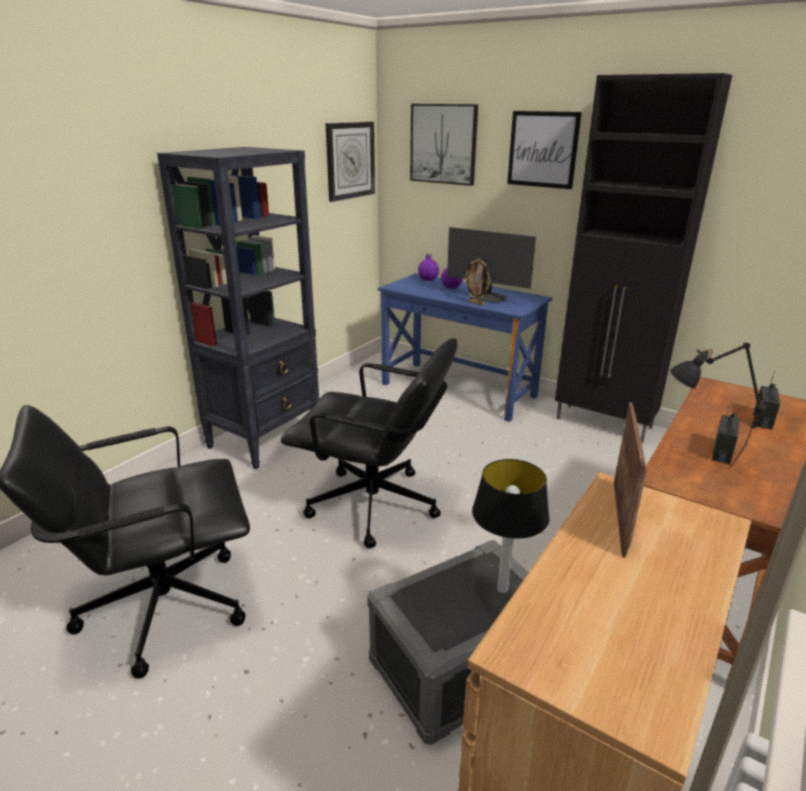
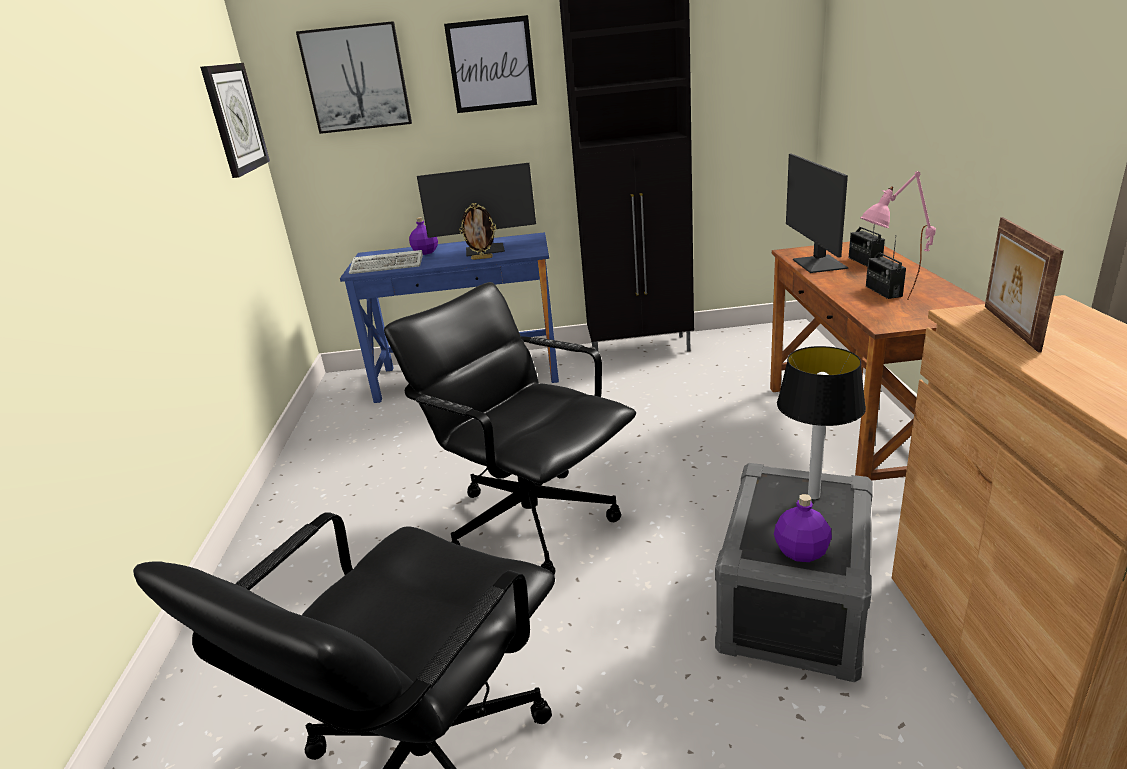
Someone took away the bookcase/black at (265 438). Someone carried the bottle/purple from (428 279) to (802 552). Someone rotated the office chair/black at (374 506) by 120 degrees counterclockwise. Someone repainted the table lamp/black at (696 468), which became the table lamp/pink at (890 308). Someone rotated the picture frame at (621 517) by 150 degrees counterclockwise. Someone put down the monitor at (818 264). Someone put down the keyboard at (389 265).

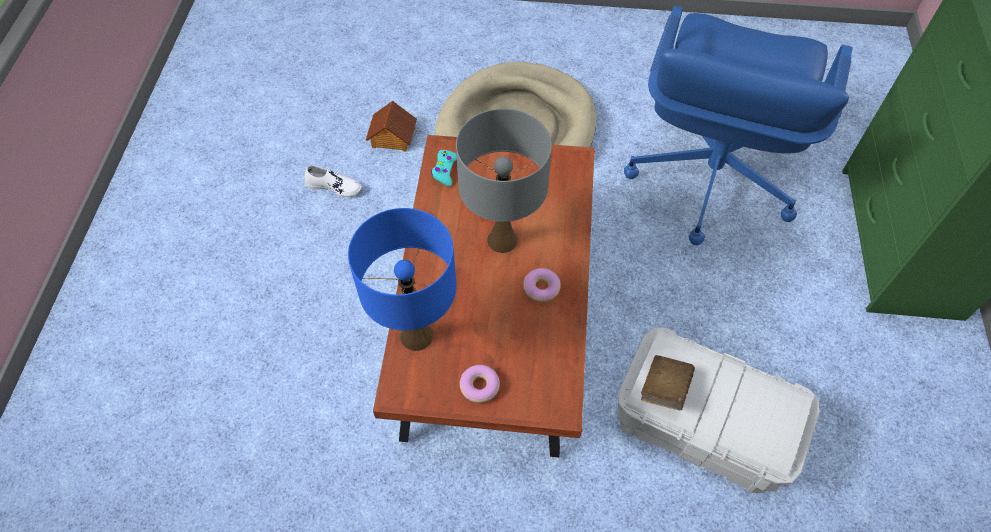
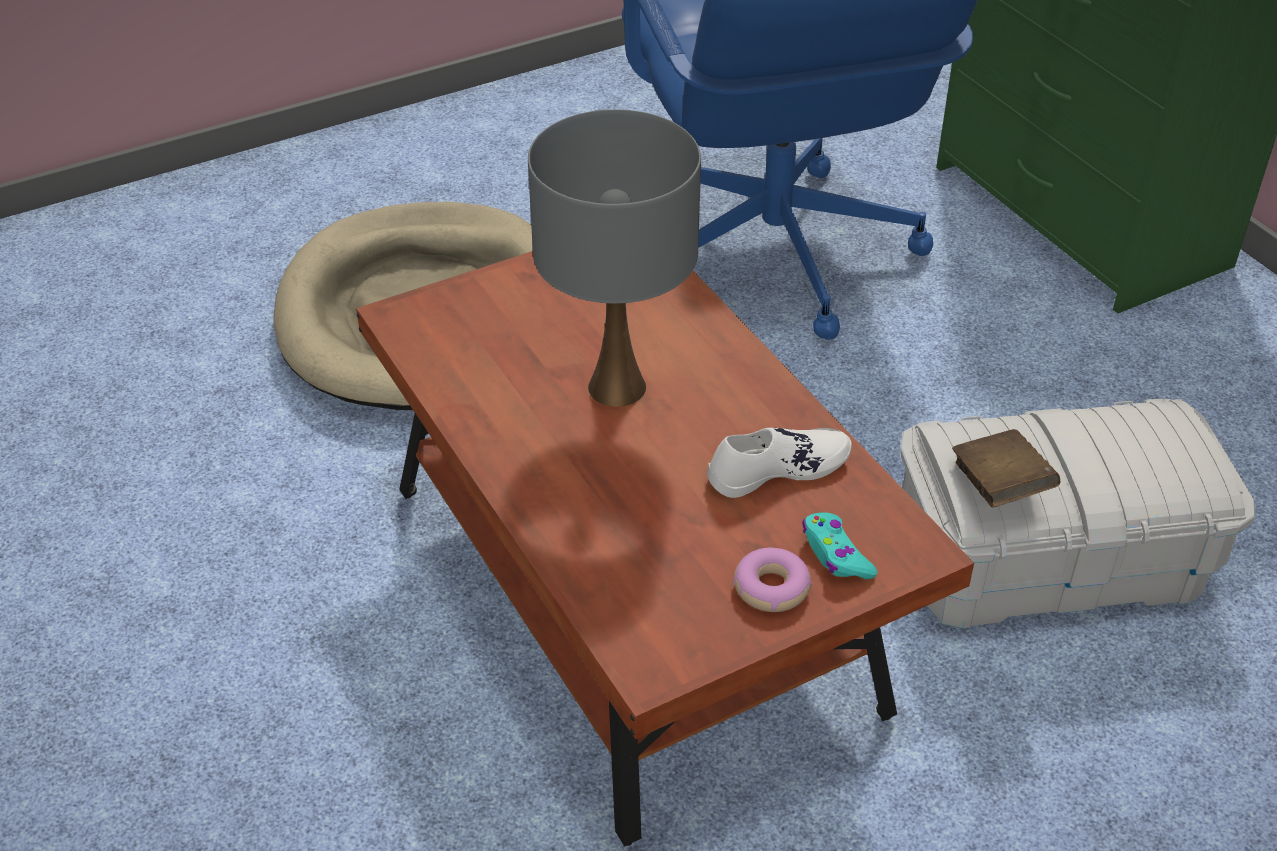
Someone took away the toy house at (392 137). Someone carried the game controller/turquoise from (445 170) to (835 554). Someone carried the shoe/white from (334 186) to (778 469). Someone took away the table lamp/blue at (416 335). Someone took away the donut at (541 288).

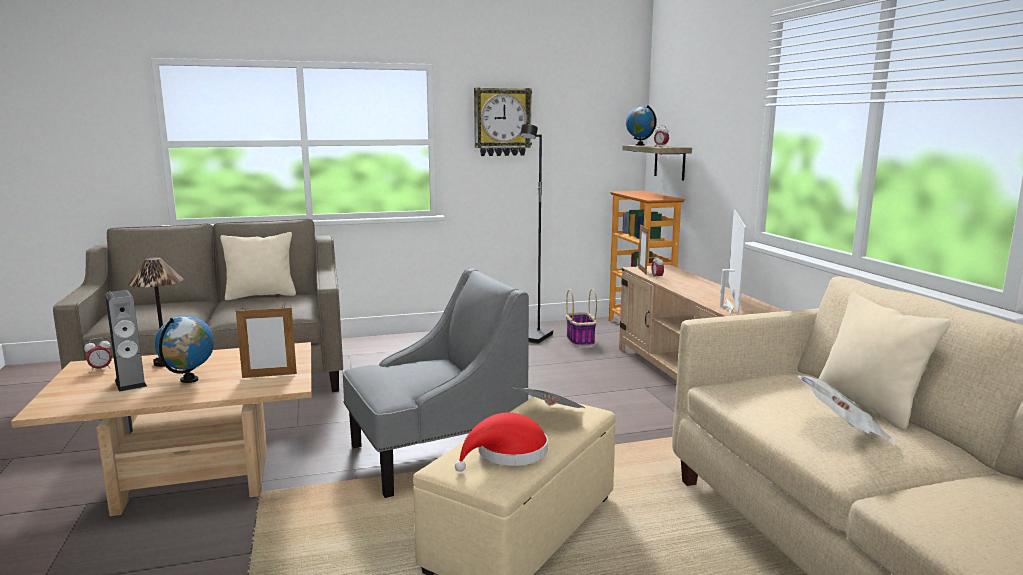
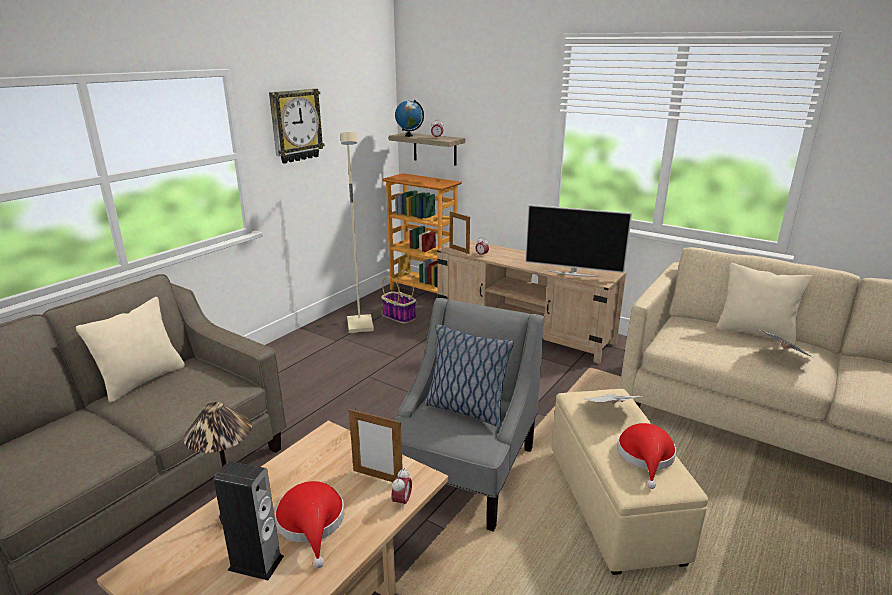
Someone repainted the floor lamp/black at (534 338), which became the floor lamp/beige at (361 325). Someone rotated the television at (726 306) by 135 degrees clockwise. Someone rotated the picture frame at (269 375) by 75 degrees clockwise. Someone swapped the globe at (189 380) for the hat/red at (312 523). Someone carried the alarm clock from (100 369) to (402 502). Someone put down the pillow at (465 409).

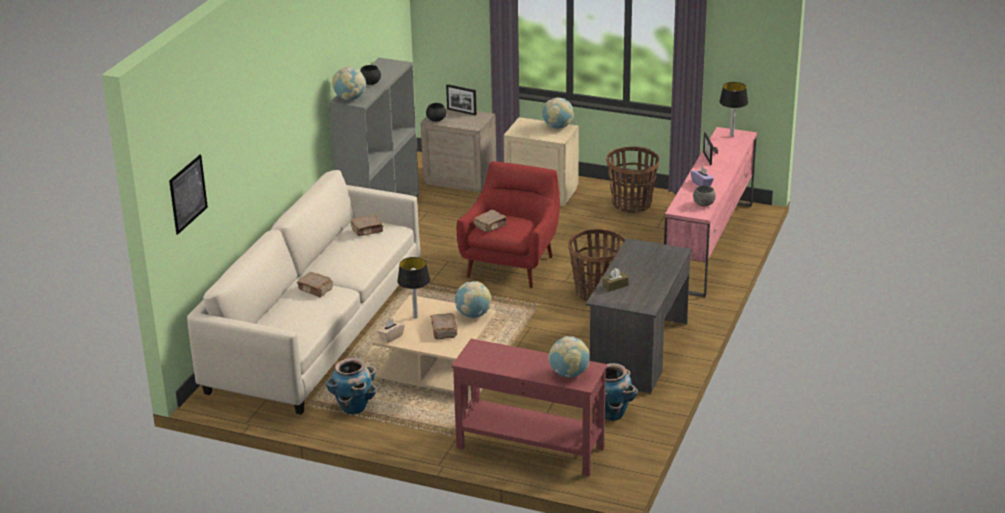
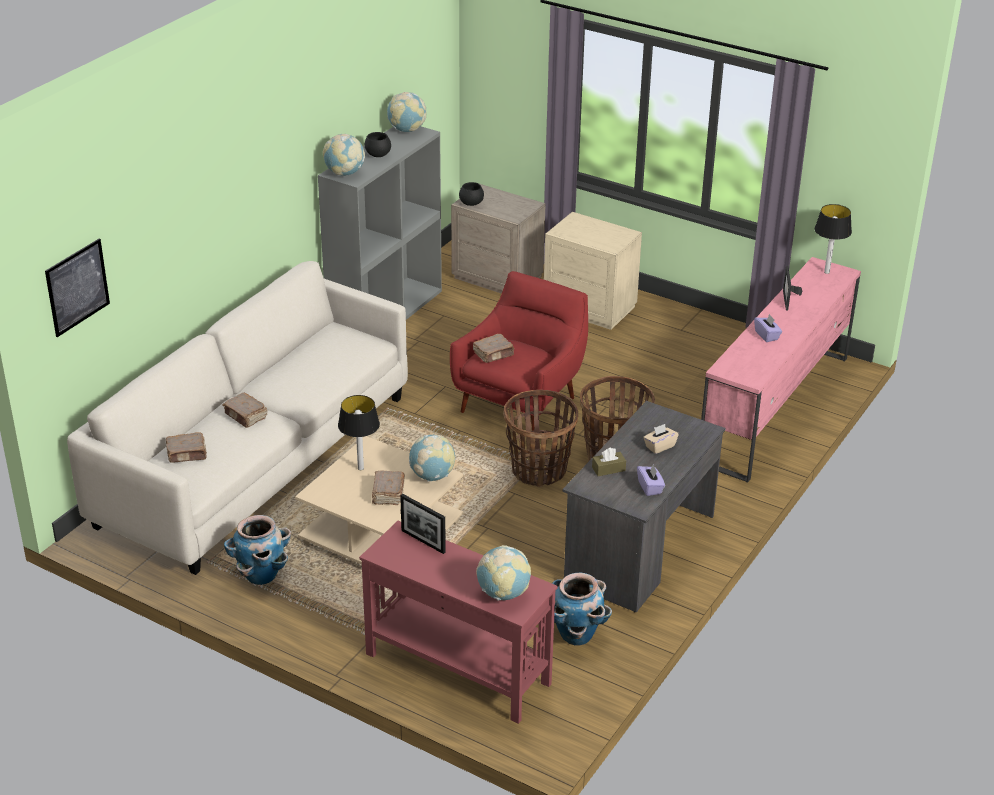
Someone carried the picture frame from (461 112) to (423 541). Someone carried the globe from (557 127) to (407 130). Someone carried the basket from (631 204) to (539 470). Someone took away the bowl/grey at (703 204). Someone carried the book/brown from (367 230) to (187 454). Someone carried the tissue box/beige from (391 337) to (659 446). Someone put down the tissue box/purple at (650 487).

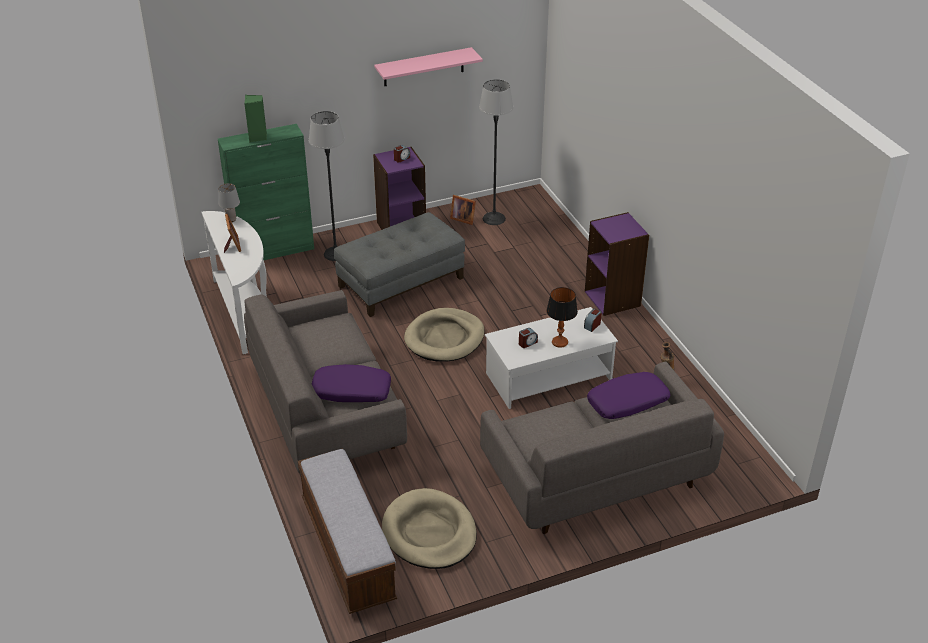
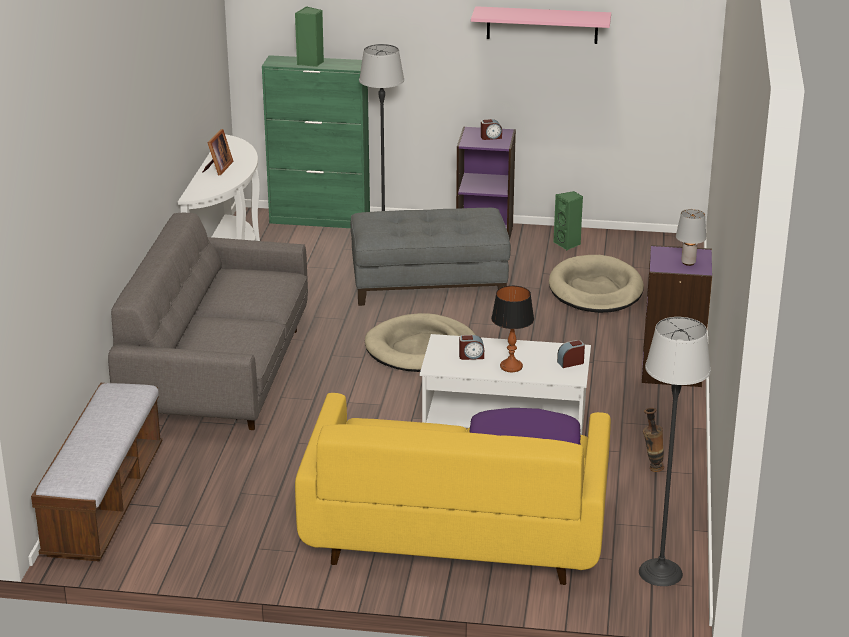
Someone carried the floor lamp from (493 218) to (660 572). Someone carried the table lamp/grey from (231 219) to (688 262). Someone swapped the picture frame at (462 218) for the speaker/green at (568 244). Someone repainted the sofa/grey at (595 475), which became the sofa/yellow at (455 531). Someone took away the pillow/purple at (351 392). Someone carried the dog bed/beige from (429 532) to (595 290).

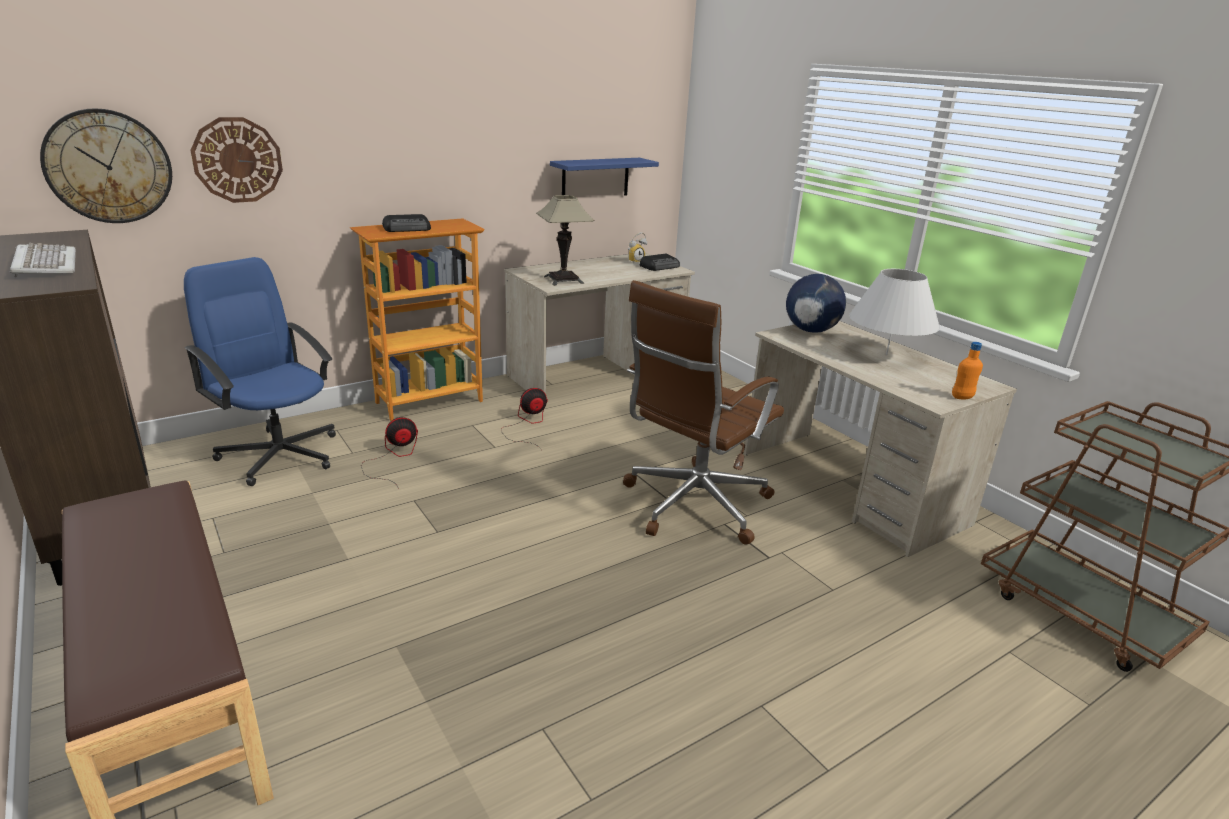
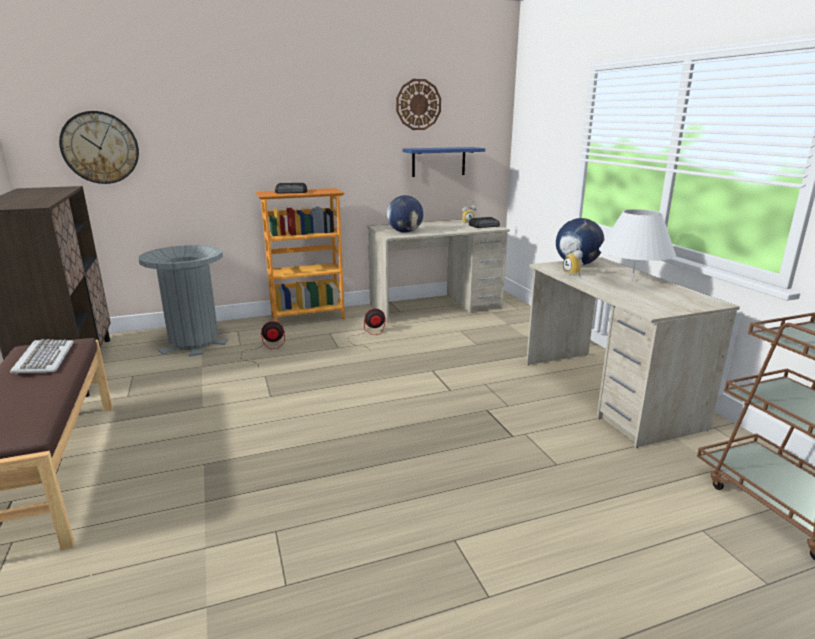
Someone carried the wall clock from (237 160) to (418 104). Someone swapped the table lamp at (563 280) for the globe at (405 232). Someone carried the keyboard from (44 264) to (44 359). Someone swapped the office chair/blue at (280 454) for the trash can/grey at (194 342). Someone took away the office chair/brown at (693 505). Someone took away the bottle/orange at (962 397). Someone put down the alarm clock at (574 274).

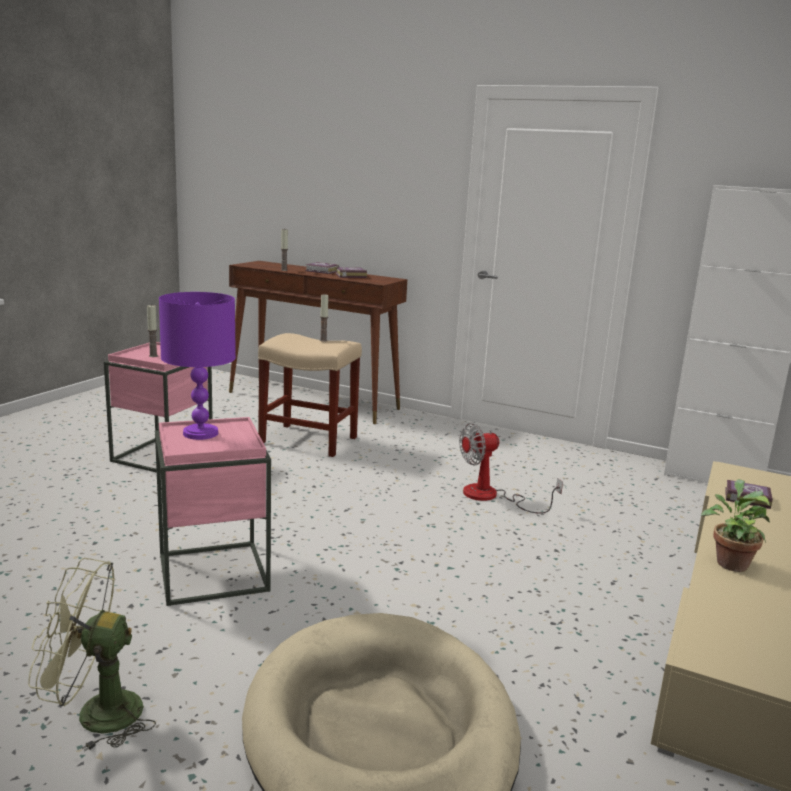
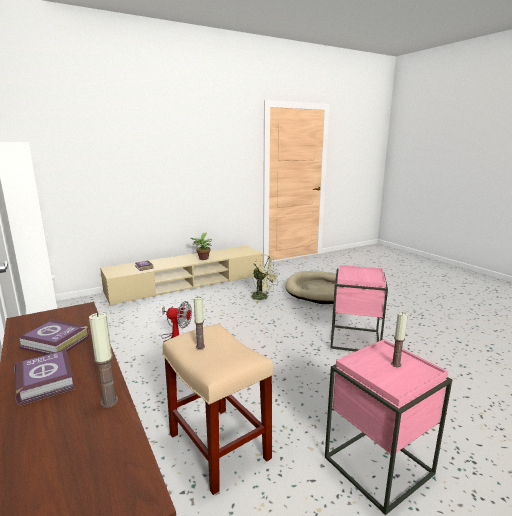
Someone took away the table lamp/purple at (199 433). Someone carried the fan/green from (95 714) to (263 297).

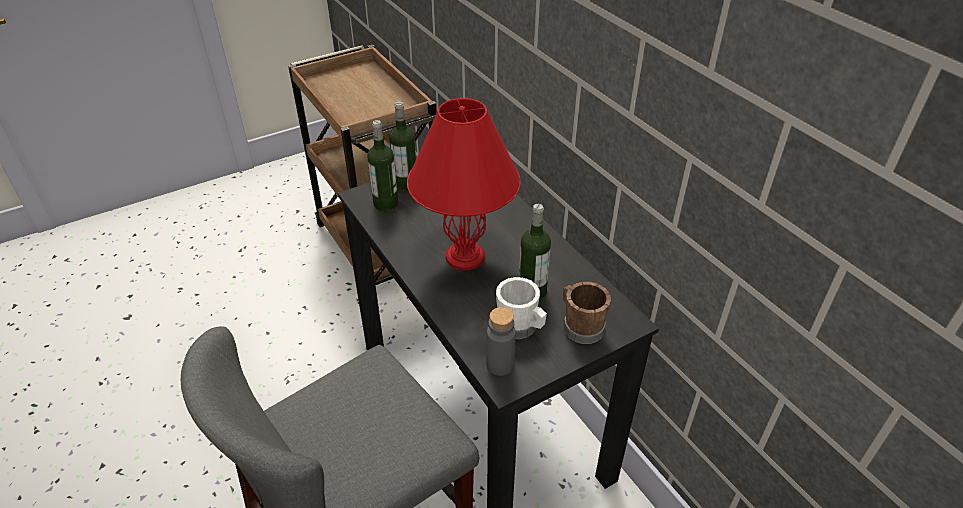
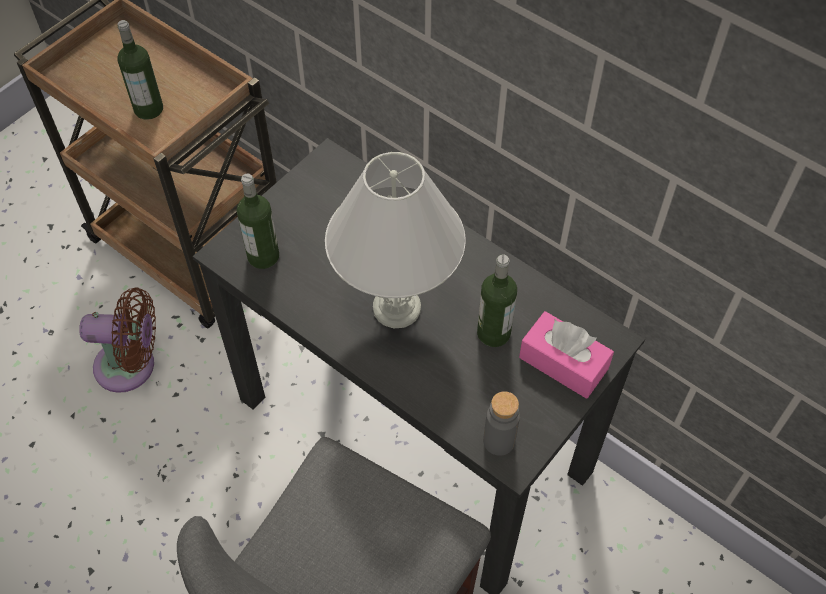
Someone repainted the table lamp/red at (466 257), which became the table lamp/white at (398 308). Someone carried the bottle from (406 183) to (148 109). Someone took away the mug/white at (520 327). Someone swapped the mug/brown at (580 326) for the tissue box/pink at (563 363). Someone put down the fan/brown at (131 366).

